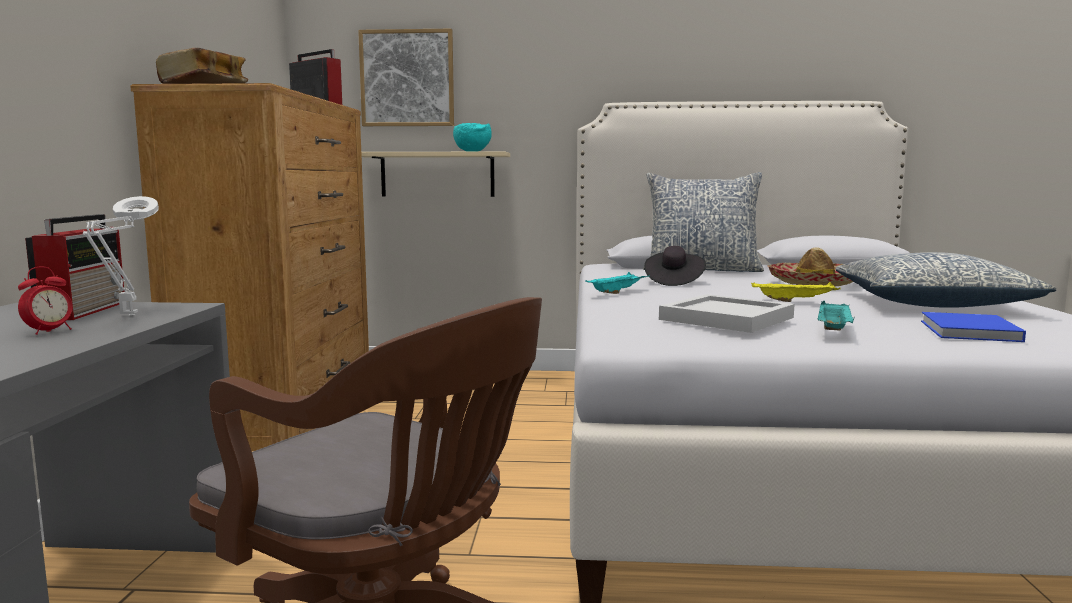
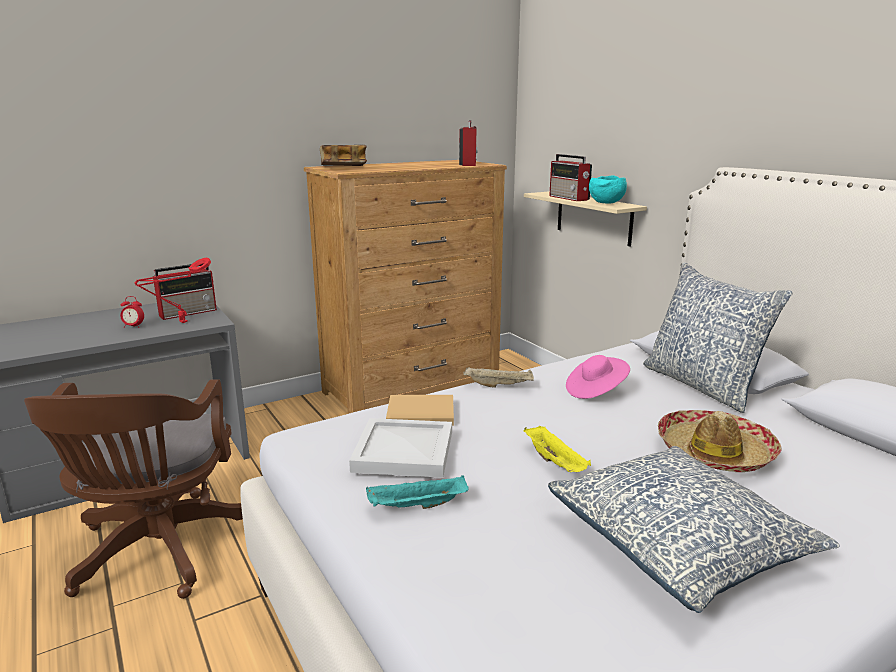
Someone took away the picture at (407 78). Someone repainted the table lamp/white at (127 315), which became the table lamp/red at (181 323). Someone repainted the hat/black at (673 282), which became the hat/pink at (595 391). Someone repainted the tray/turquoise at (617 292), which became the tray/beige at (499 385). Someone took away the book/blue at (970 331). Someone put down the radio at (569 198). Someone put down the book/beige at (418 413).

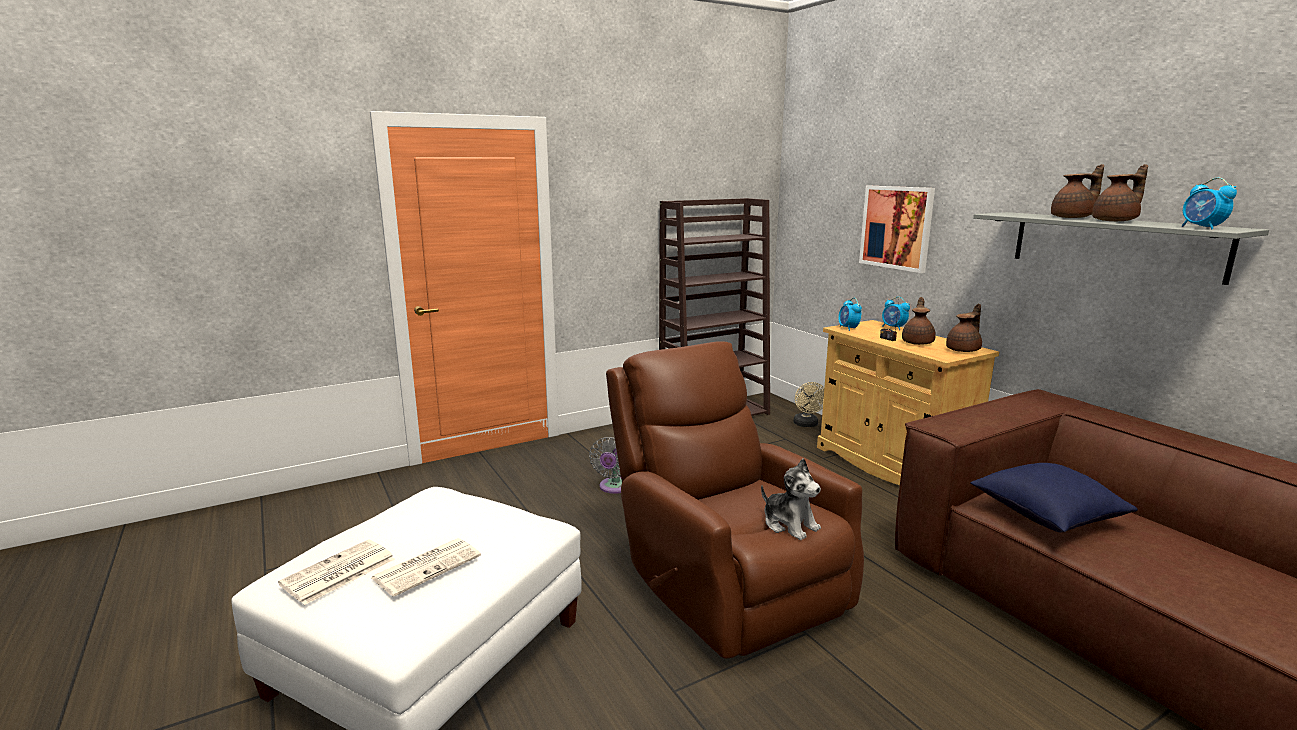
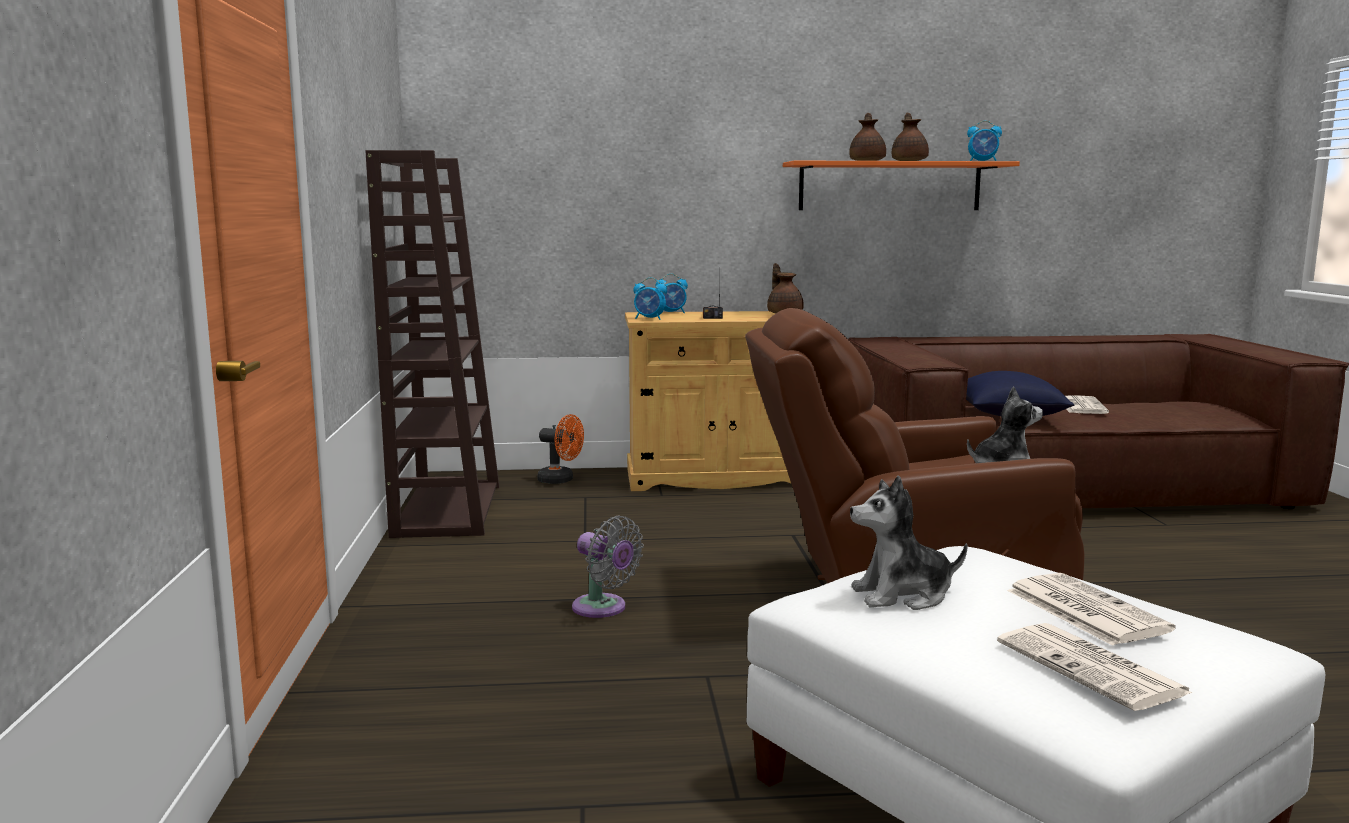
Someone took away the picture at (896 227). Someone repainted the shelf/grey at (1114 245), which became the shelf/orange at (889 186). Someone took away the teapot/brown at (918 342). Someone repainted the fan/beige at (807 425), which became the fan/orange at (561 480). Someone put down the newspaper at (1081 406). Someone put down the plush toy at (902 595).

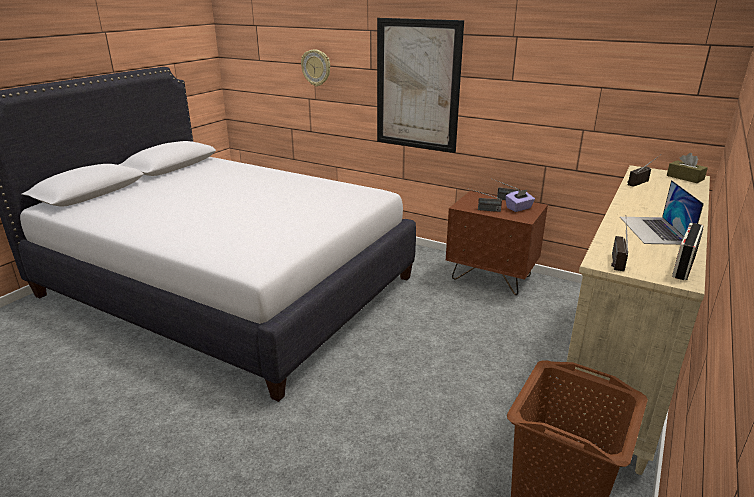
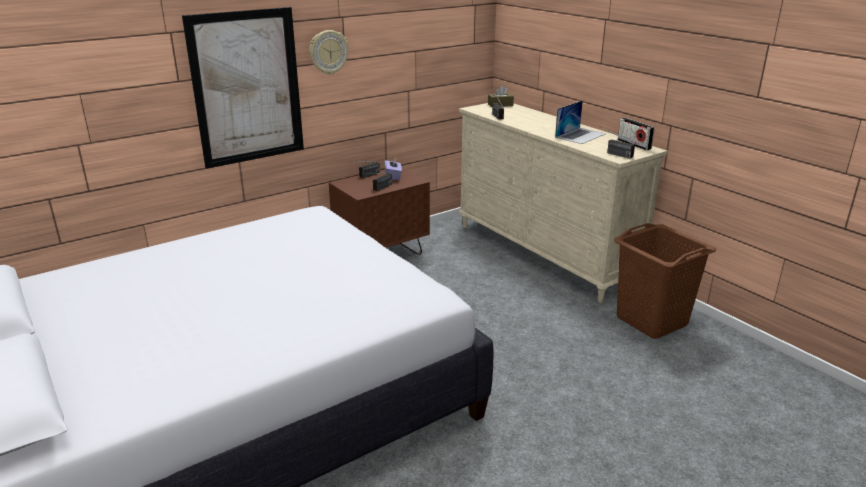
Someone carried the wall clock from (316 67) to (328 52). Someone rotated the laptop at (654 230) by 75 degrees counterclockwise.

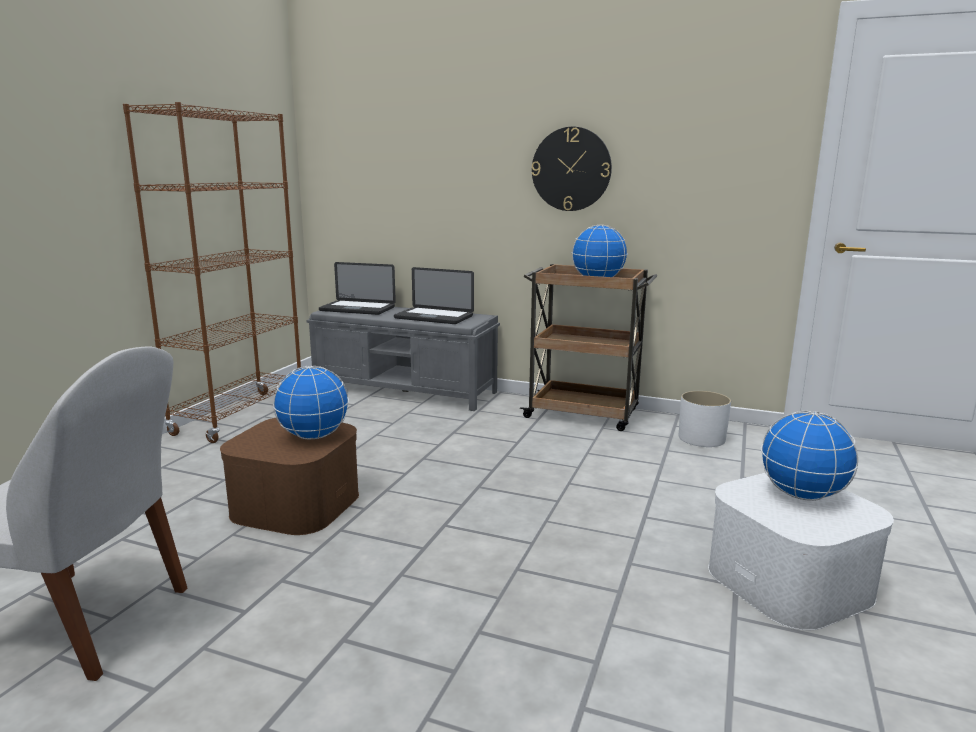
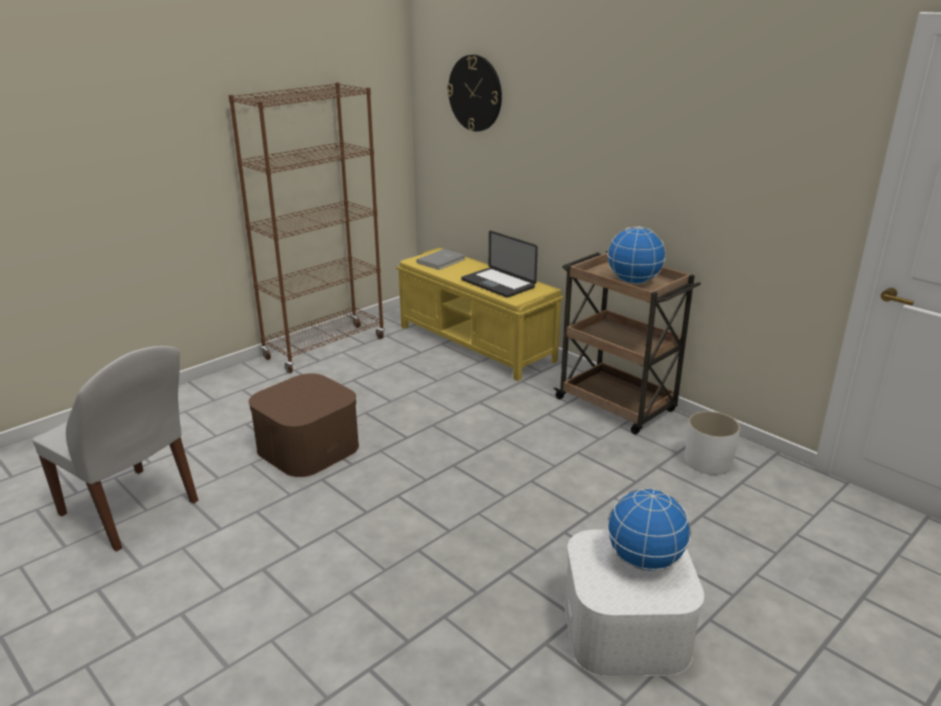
Someone carried the wall clock from (571 169) to (475 93). Someone swapped the laptop at (357 309) for the book/grey at (442 261). Someone repainted the bench/grey at (406 390), which became the bench/yellow at (476 344). Someone took away the globe at (314 436).

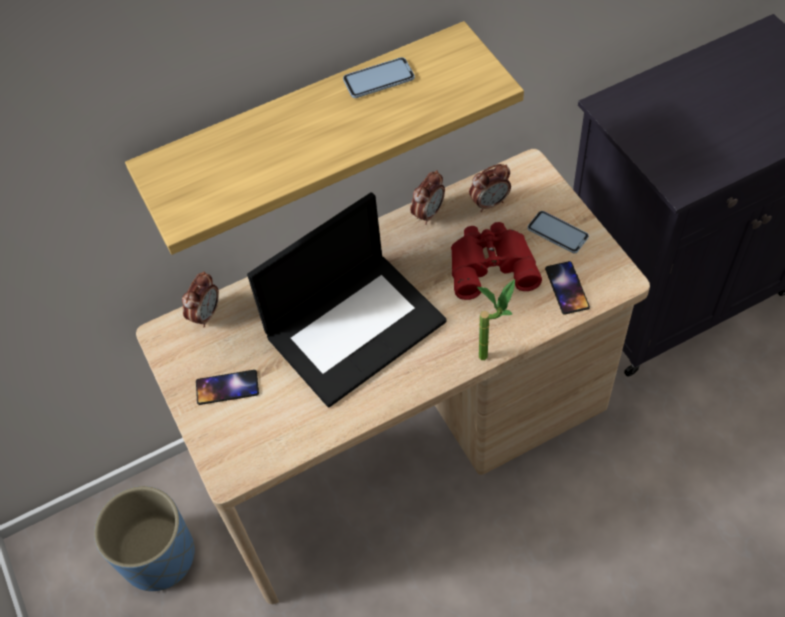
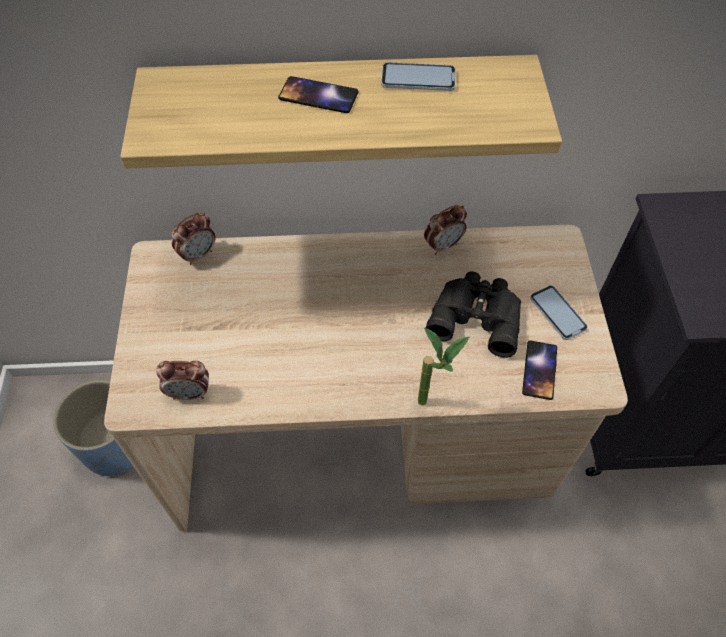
Someone carried the alarm clock from (489 203) to (190 393). Someone took away the laptop at (355 326). Someone repainted the binoculars/red at (490 263), which became the binoculars/black at (476 315). Someone carried the phone from (227 388) to (318 96).

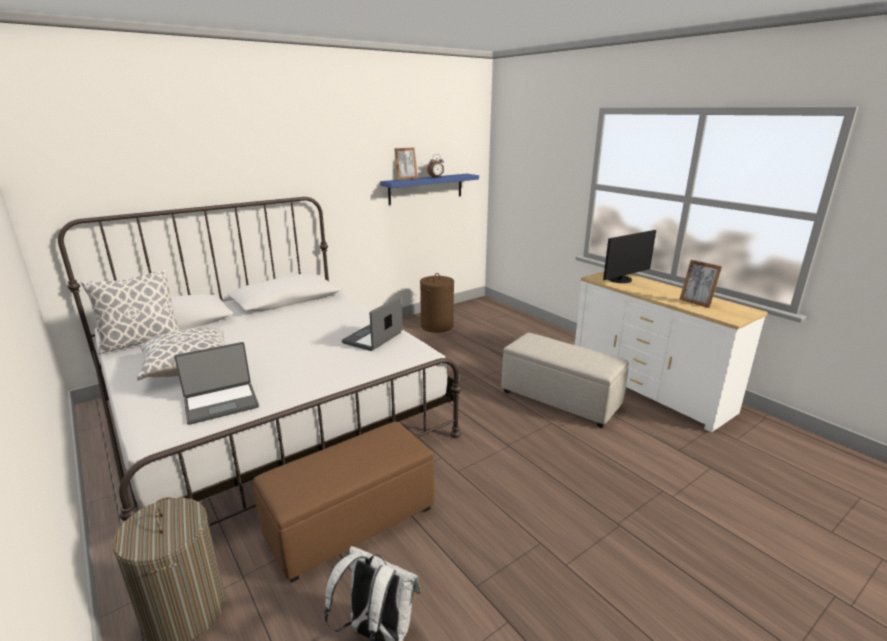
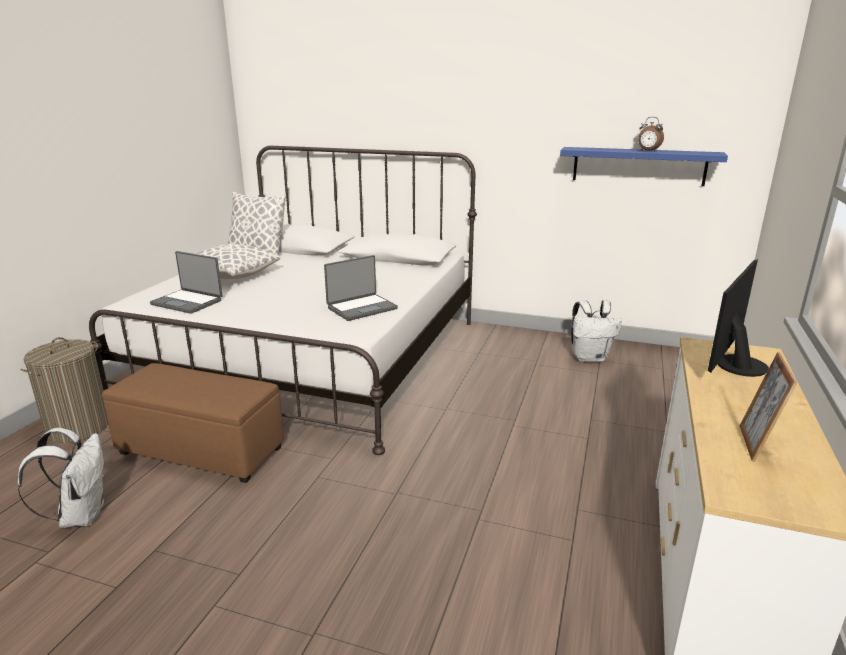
Someone took away the picture frame at (406 179). Someone rotated the monitor at (621 280) by 105 degrees clockwise. Someone swapped the laundry basket/brown at (437 326) for the backpack/white at (590 357). Someone rotated the laptop at (373 338) by 150 degrees clockwise. Someone took away the ottoman/beige at (560 399).

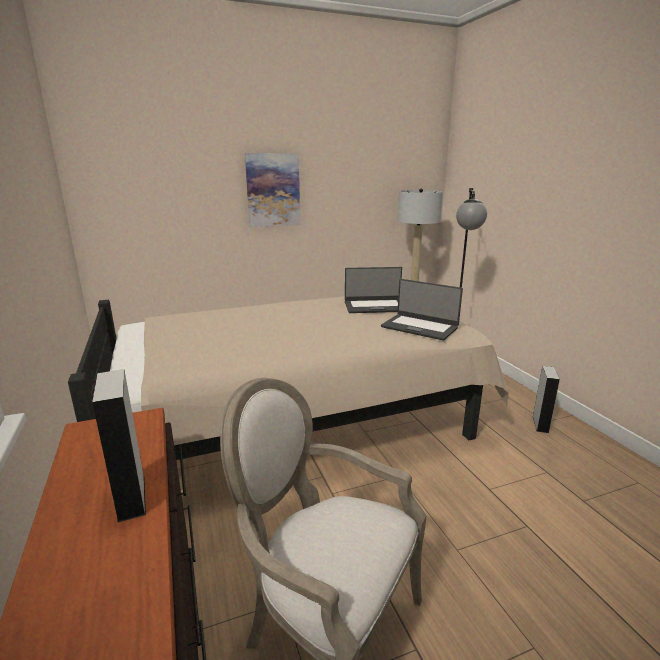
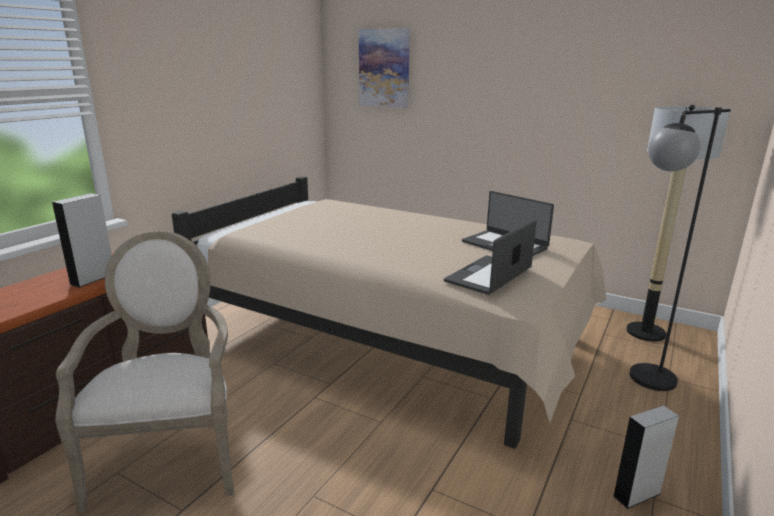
Someone carried the picture from (273 190) to (384 68). Someone rotated the laptop at (419 327) by 45 degrees clockwise.

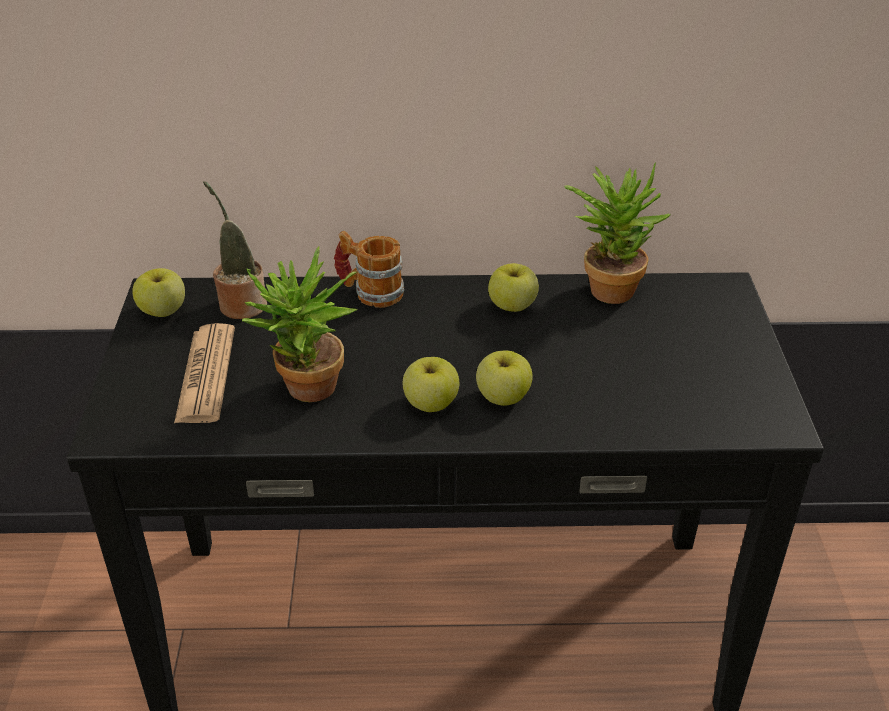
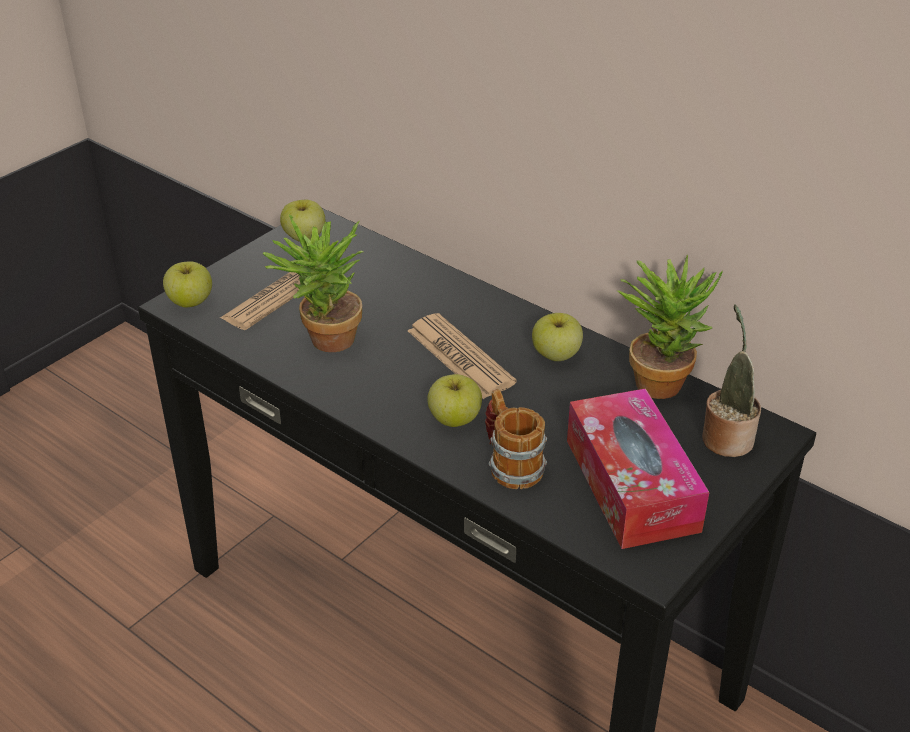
Someone carried the potted plant from (240 304) to (726 437). Someone carried the mug from (370 292) to (510 464). Someone carried the apple from (430 403) to (190 301). Someone put down the newspaper at (460 357). Someone put down the tissue box at (631 485).

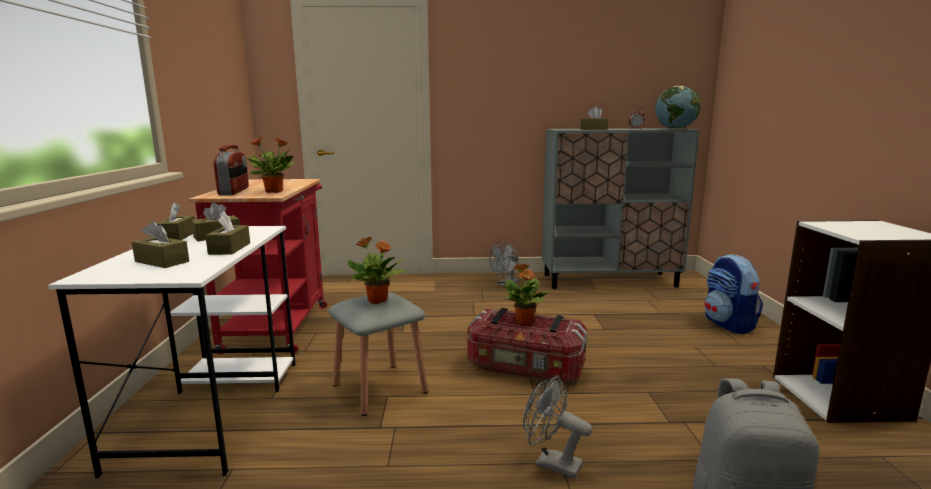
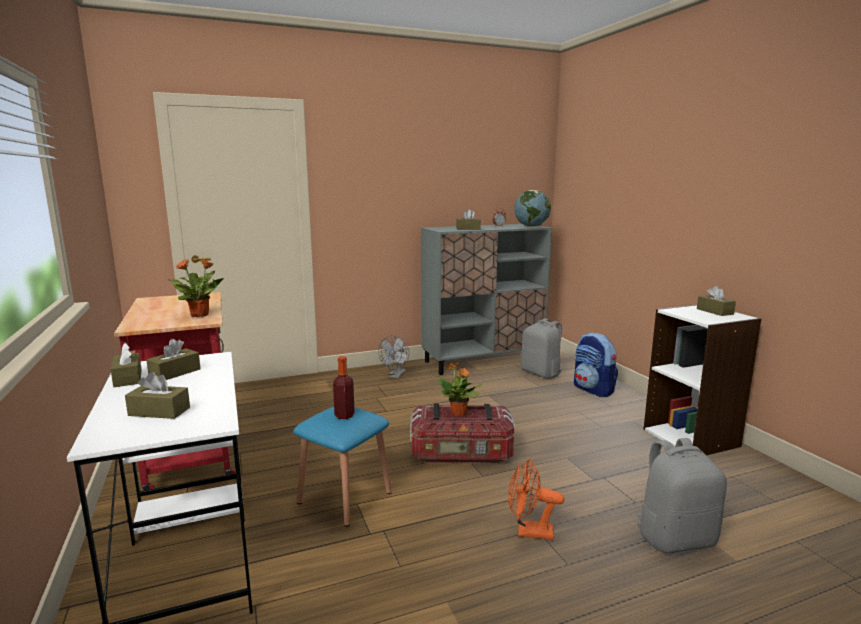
Someone took away the radio at (234 191). Someone carried the tissue box/brown from (229 248) to (714 311). Someone swapped the potted plant at (378 301) for the bottle at (344 415). Someone repainted the stool/grey at (380 388), which became the stool/blue at (345 497). Someone repainted the fan/grey at (551 463), which became the fan/orange at (529 532). Someone put down the backpack/grey at (541 373).

